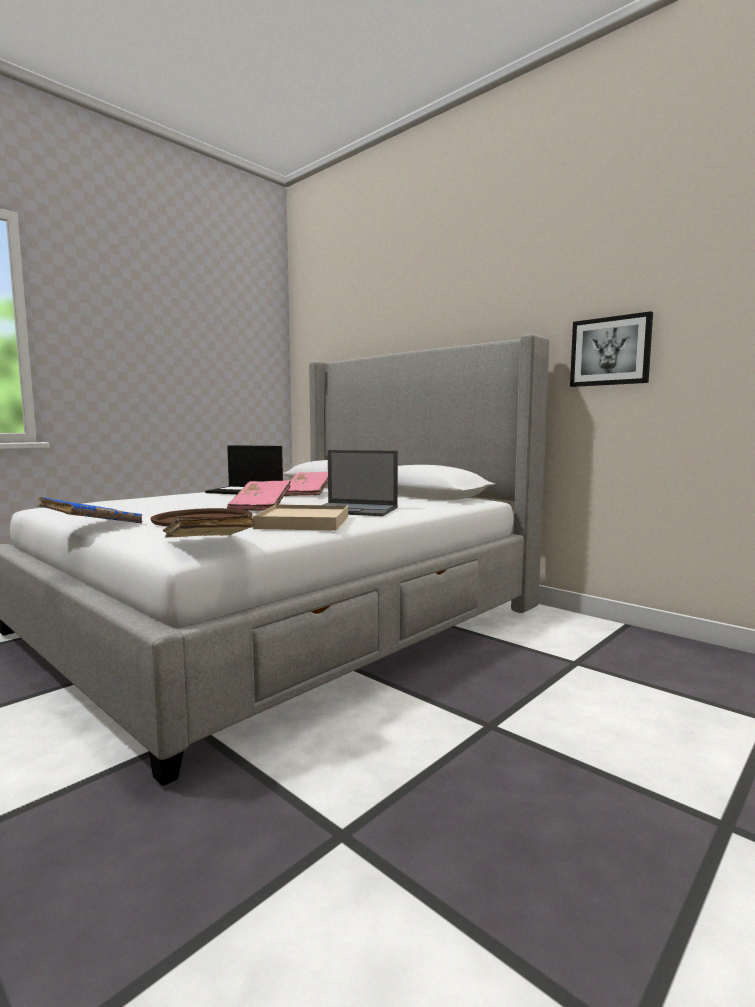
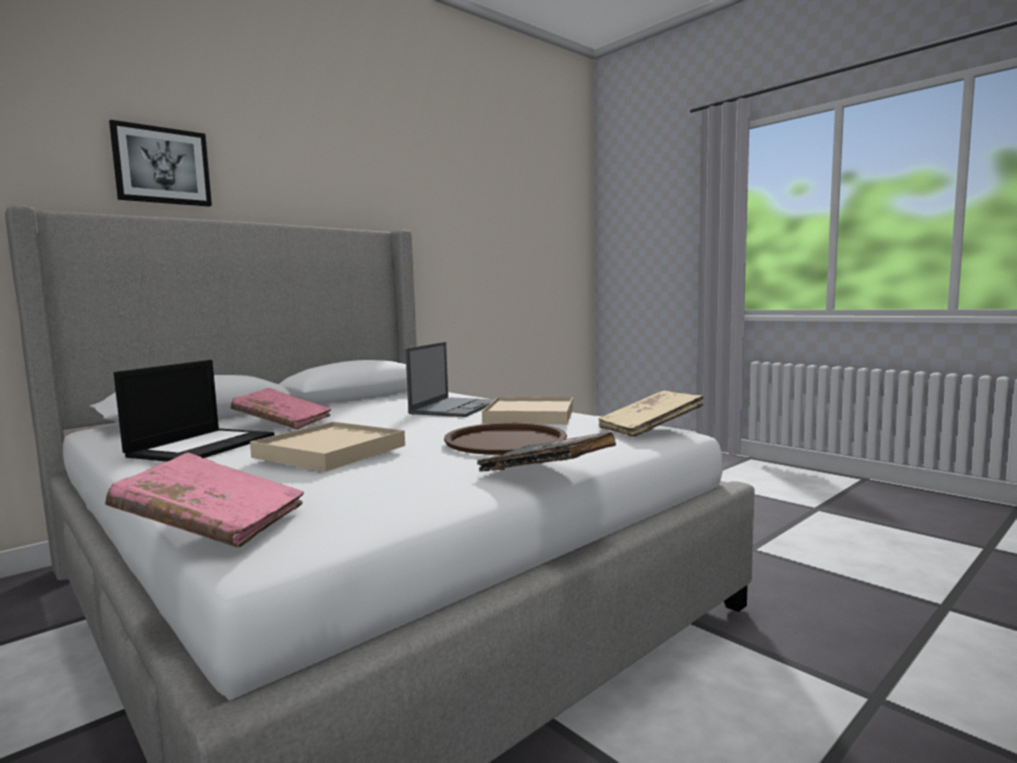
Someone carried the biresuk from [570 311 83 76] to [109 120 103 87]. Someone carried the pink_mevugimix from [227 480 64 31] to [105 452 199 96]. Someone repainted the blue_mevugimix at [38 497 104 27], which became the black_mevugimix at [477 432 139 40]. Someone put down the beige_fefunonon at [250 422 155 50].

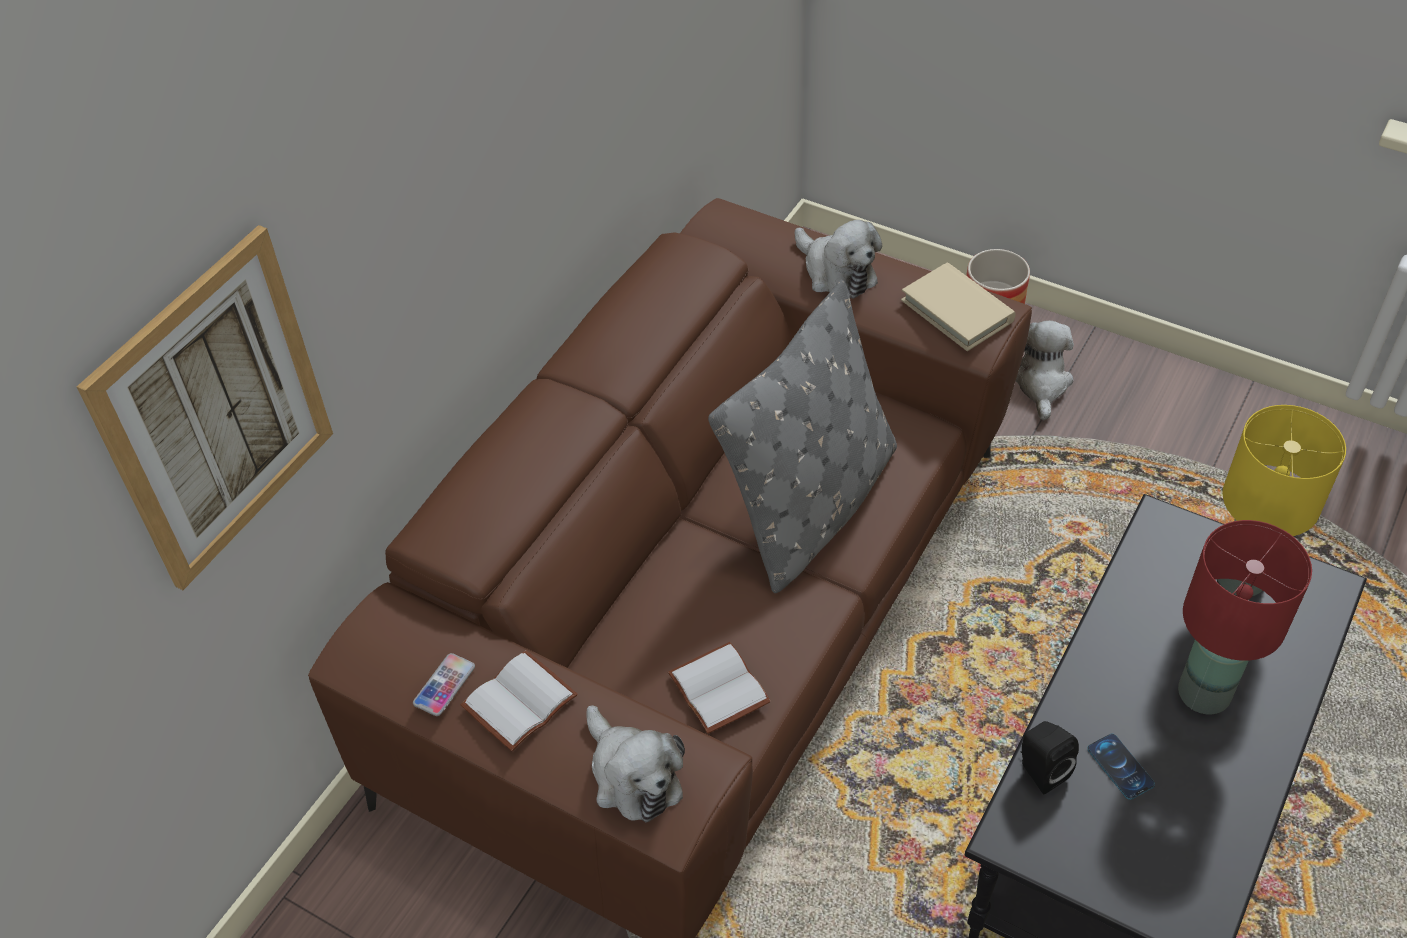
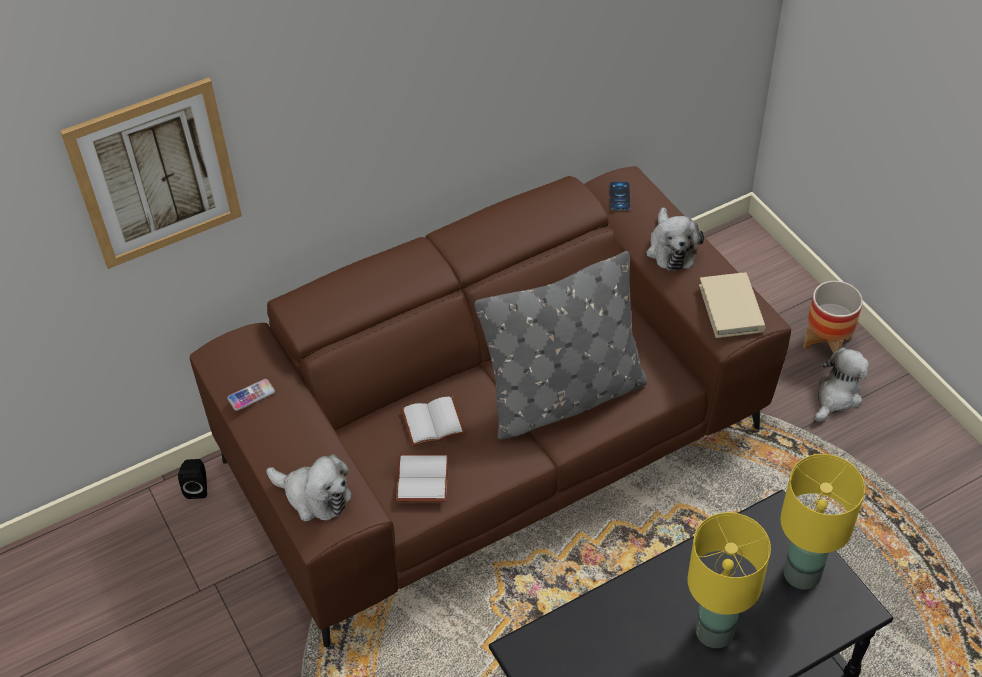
Someone repainted the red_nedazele at [1178 520 134 195], which became the yellow_nedazele at [688 512 83 136]. Someone carried the white_mevugimix from [460 650 118 101] to [401 396 64 51]. Someone rotated the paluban at [587 705 98 117] by 60 degrees counterclockwise. Someone carried the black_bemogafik from [1021 721 58 73] to [178 459 29 40]. Someone carried the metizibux from [1087 734 68 66] to [610 182 21 28].

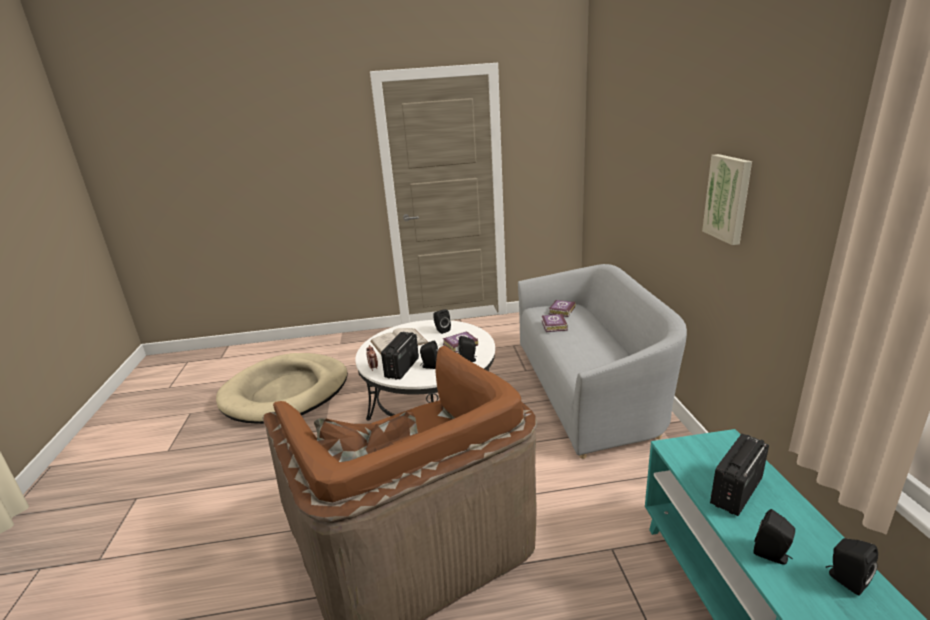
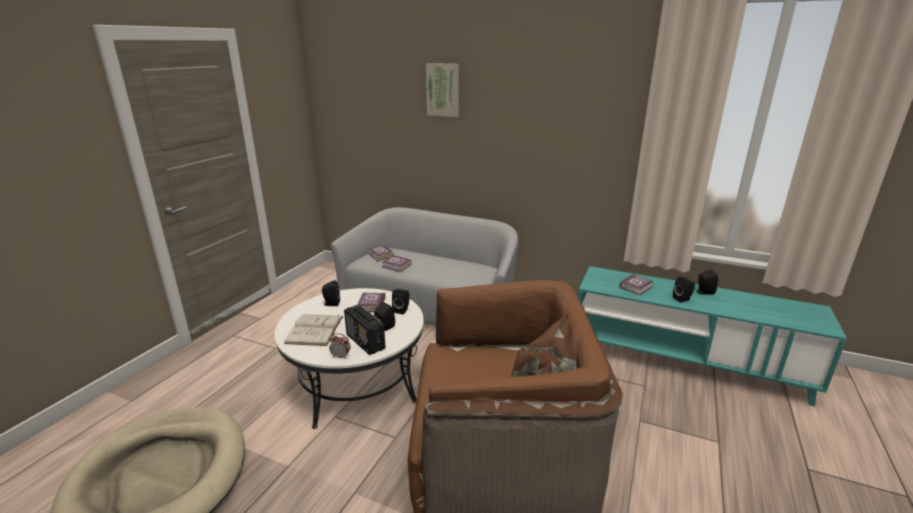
Someone carried the biresuk from [702 154 50 91] to [426 63 33 54]. Someone swapped the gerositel at [710 434 59 82] for the mevugimix at [619 274 34 22].

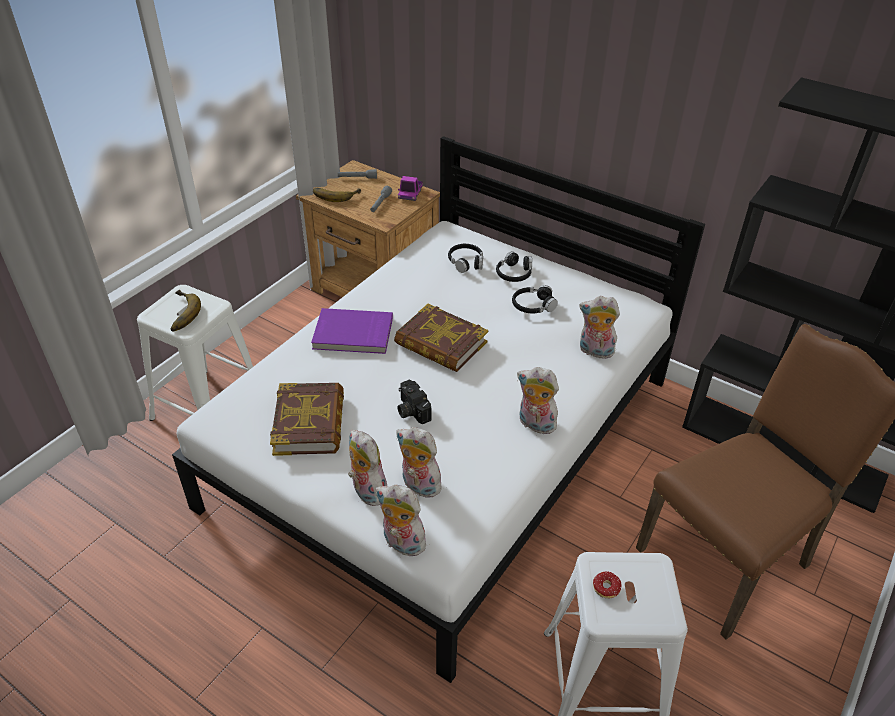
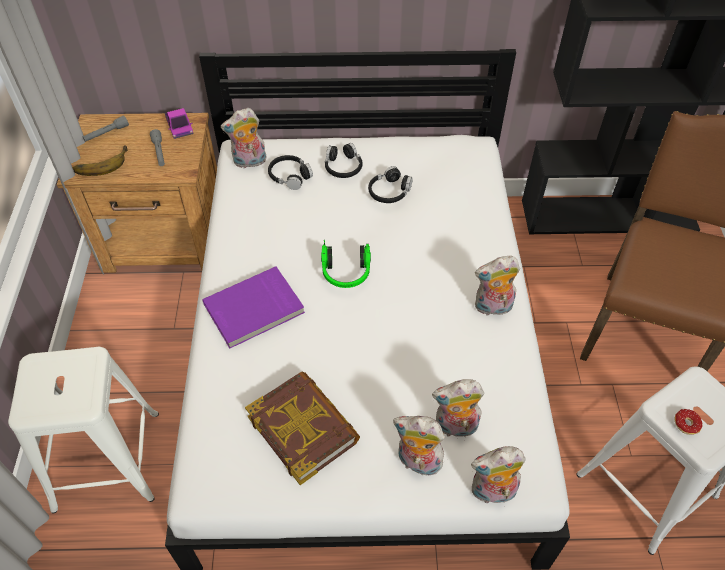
Someone took away the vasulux at [171 290 30 42]. Someone carried the paluban from [579 296 41 63] to [221 108 46 60]. Someone swapped the mevugimix at [394 304 94 68] for the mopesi at [321 240 50 48]. Someone took away the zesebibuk at [397 380 34 44].

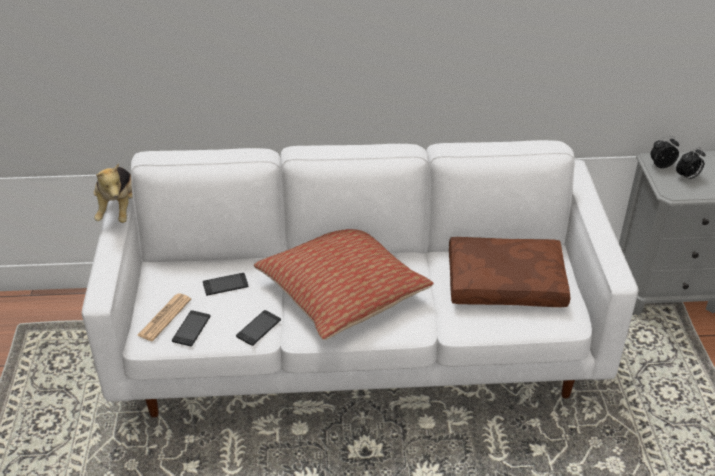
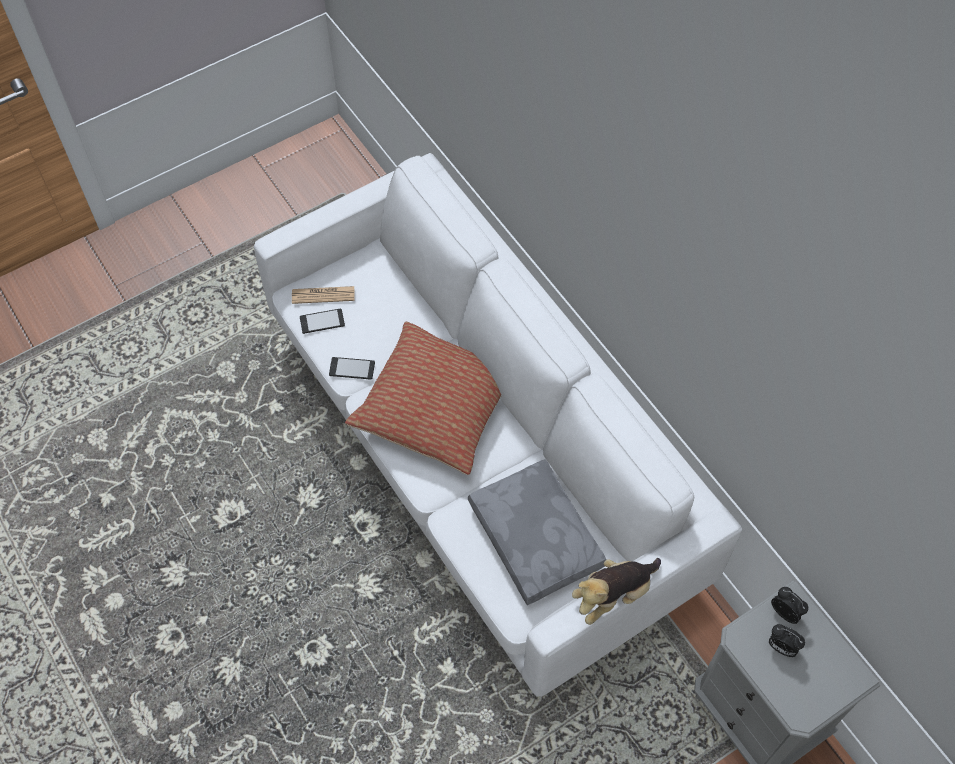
Someone carried the paluban from [93 163 39 60] to [572 558 89 67]. Someone repainted the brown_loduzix at [449 237 122 70], which became the grey_loduzix at [468 459 139 146]. Someone took away the metizibux at [203 273 45 23].

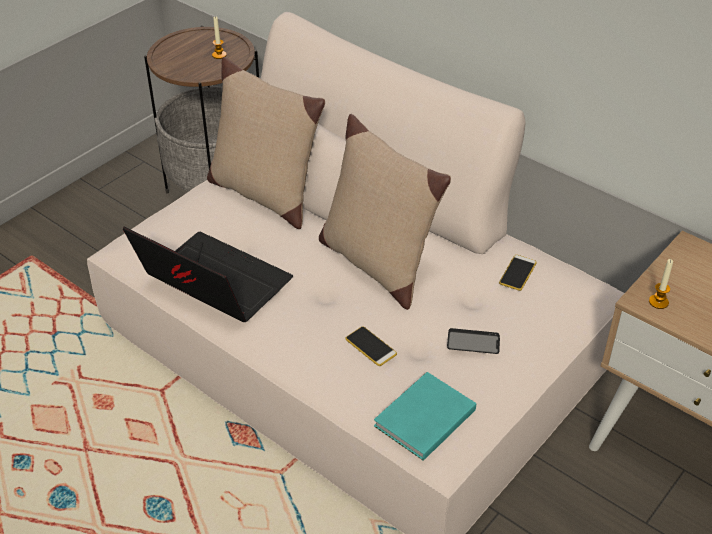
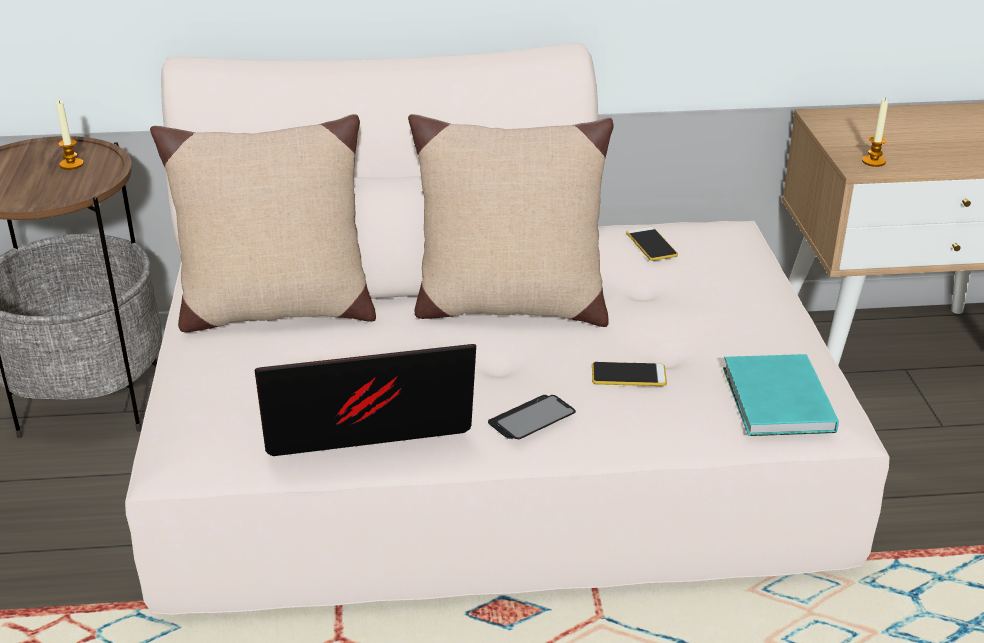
Someone carried the metizibux from [447 328 53 26] to [488 395 88 44].

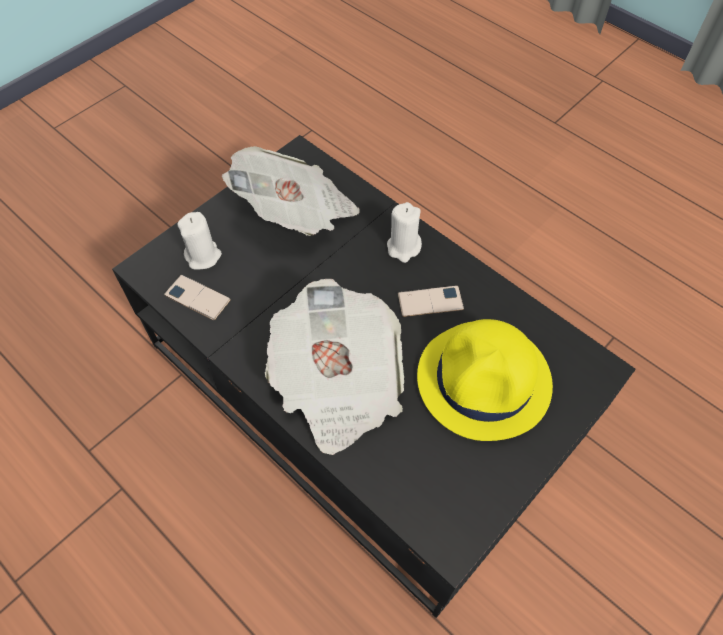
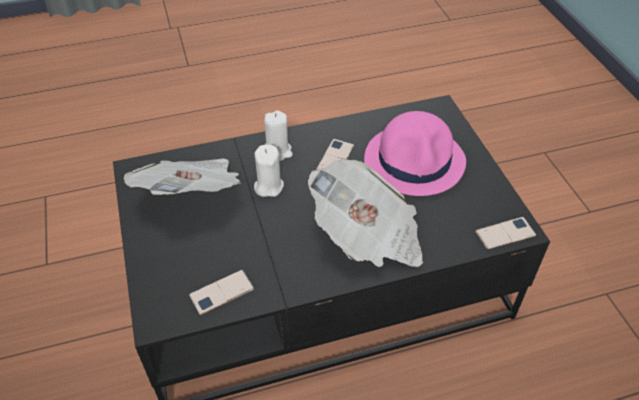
Someone carried the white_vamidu from [177 212 45 58] to [254 145 30 52]. Someone repainted the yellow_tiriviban at [417 319 136 122], which became the pink_tiriviban at [364 111 102 85]. Someone put down the metizibux at [475 217 61 33].

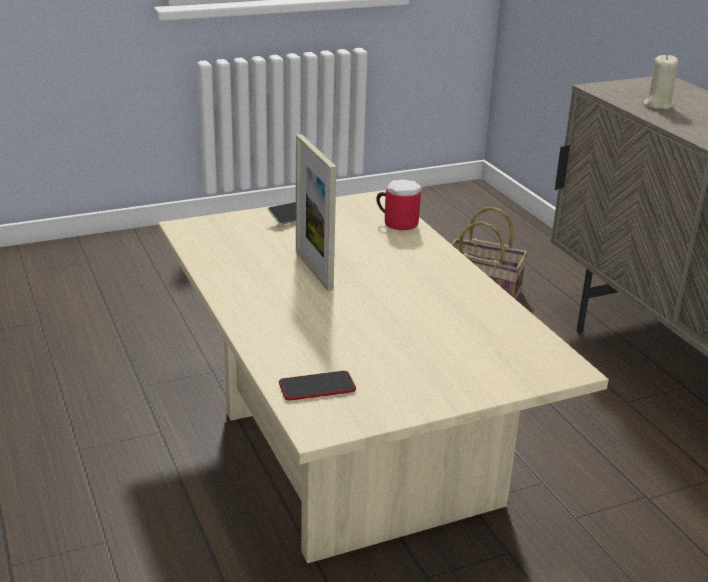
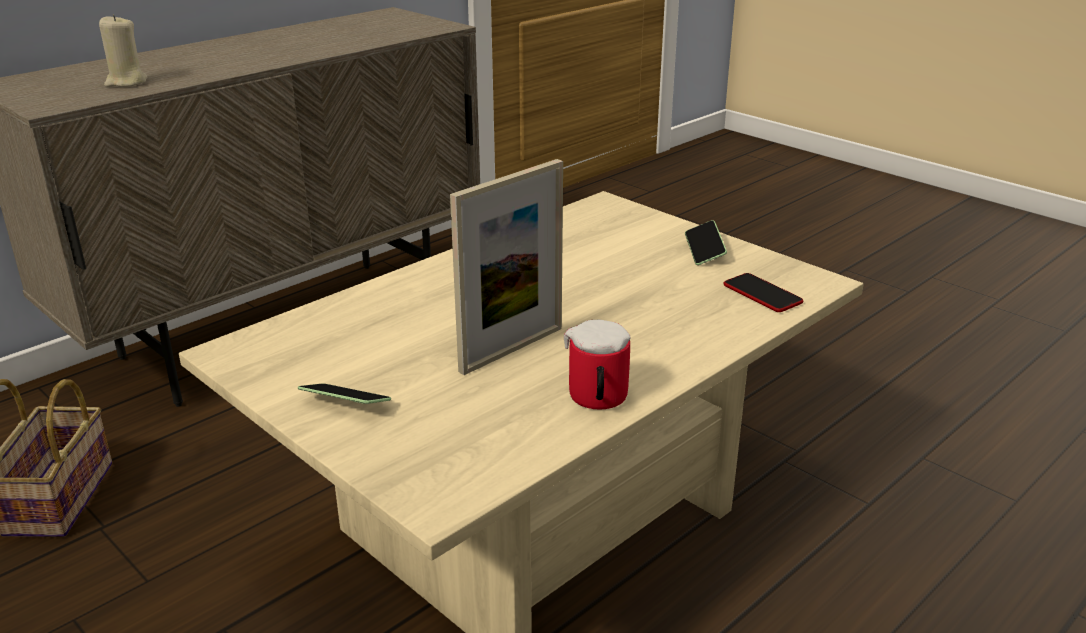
Someone carried the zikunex from [376 179 46 51] to [564 320 66 90]. Someone put down the metizibux at [685 220 42 45].

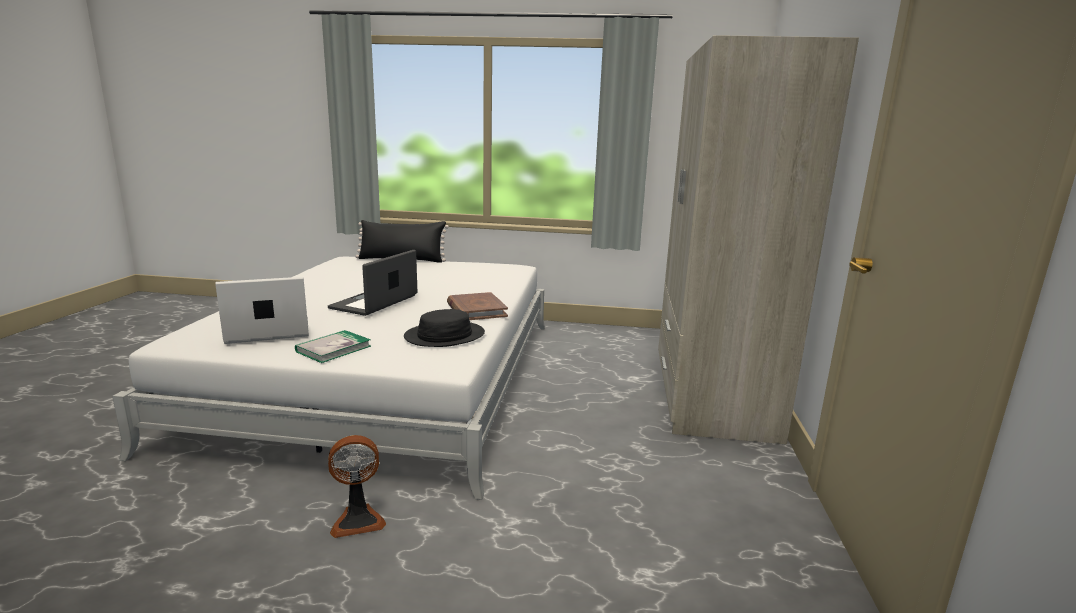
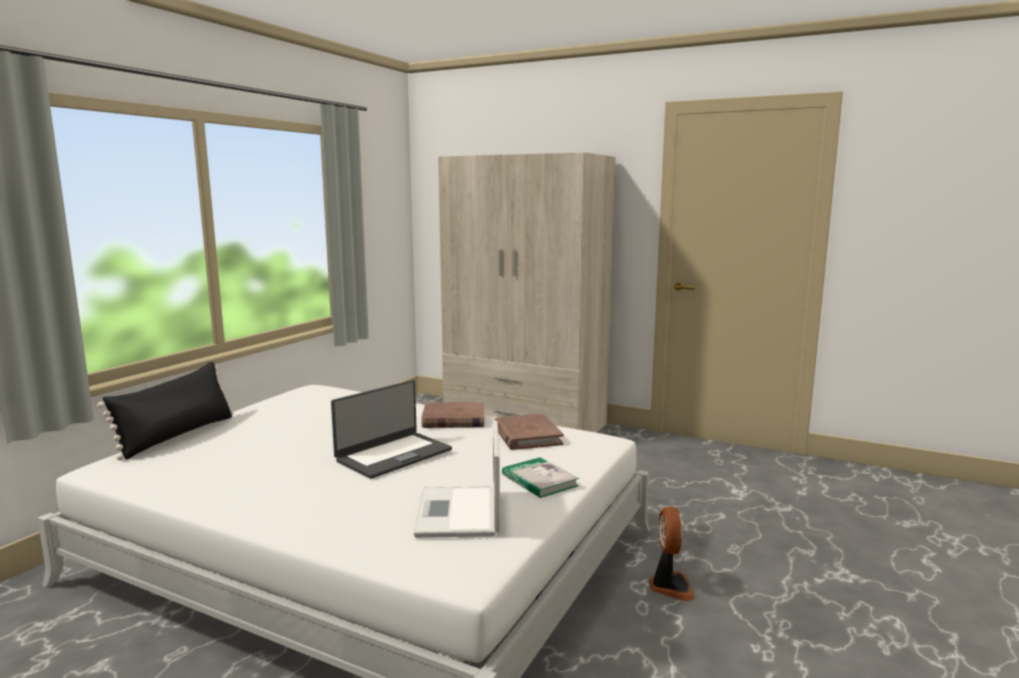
Someone rotated the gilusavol at [328 250 89 66] by 90 degrees counterclockwise. Someone swapped the black_tiriviban at [404 309 81 38] for the brown_mevugimix at [494 413 70 37].

